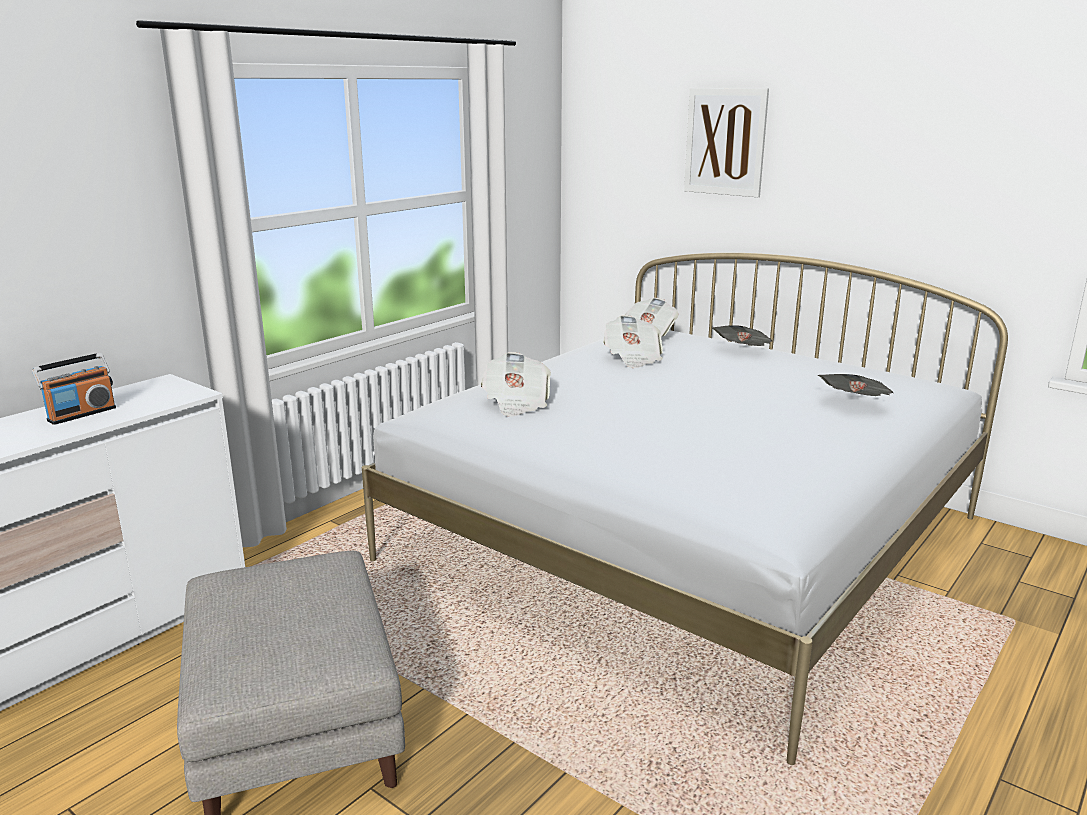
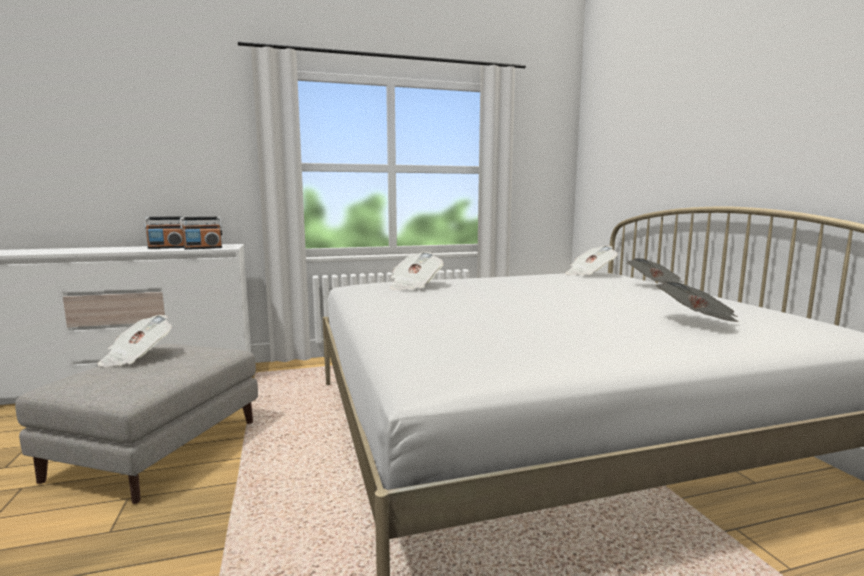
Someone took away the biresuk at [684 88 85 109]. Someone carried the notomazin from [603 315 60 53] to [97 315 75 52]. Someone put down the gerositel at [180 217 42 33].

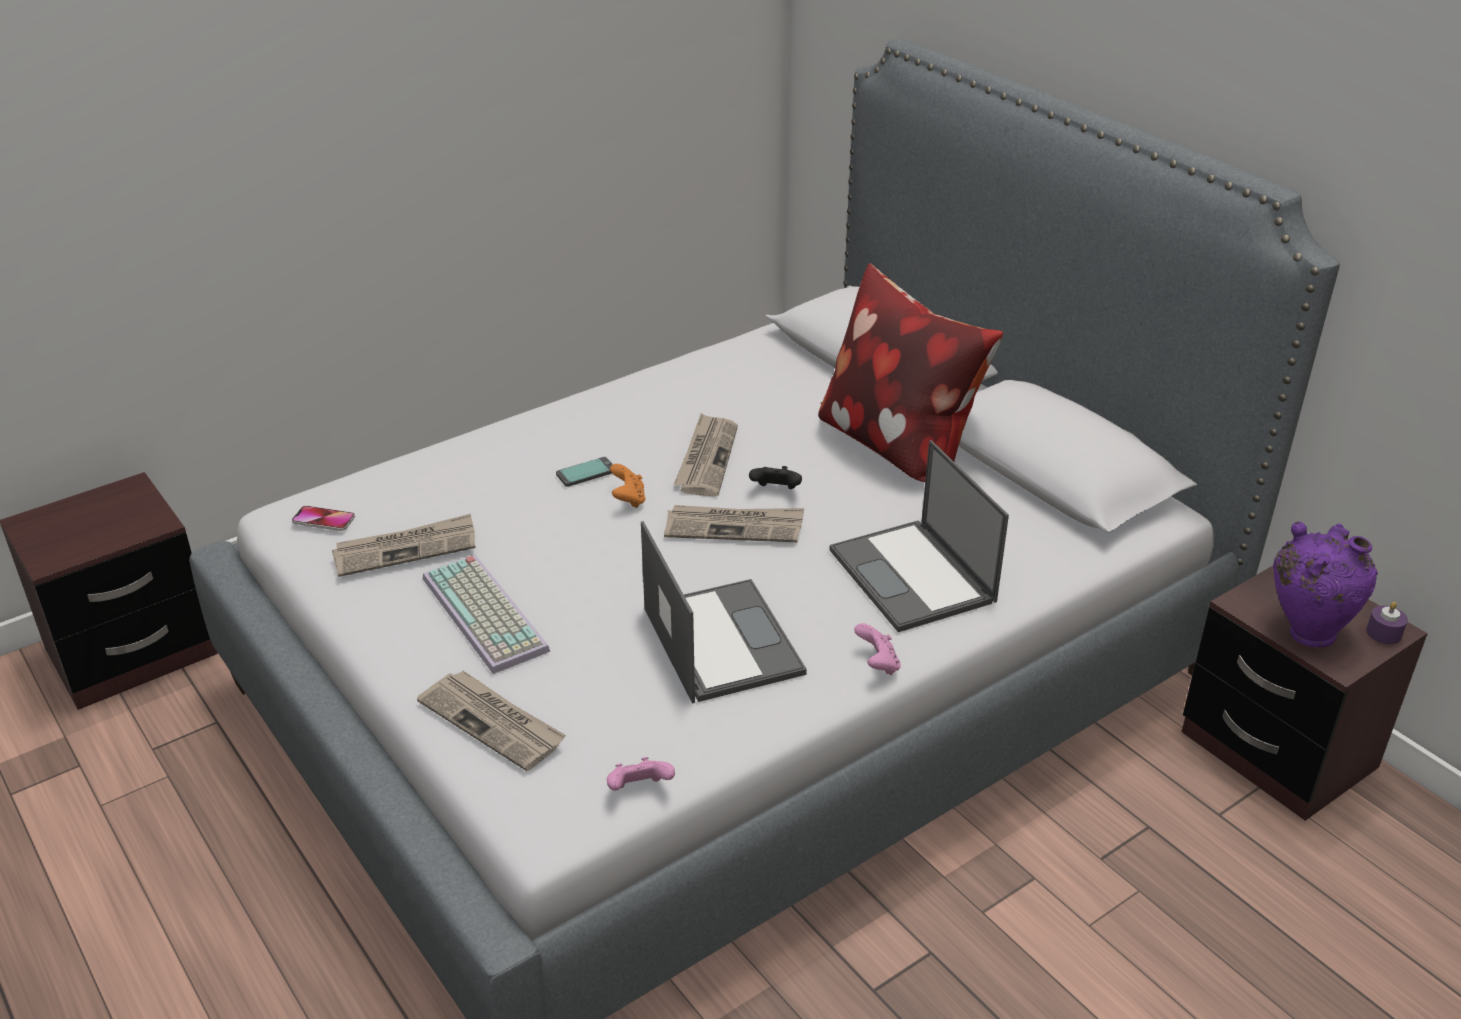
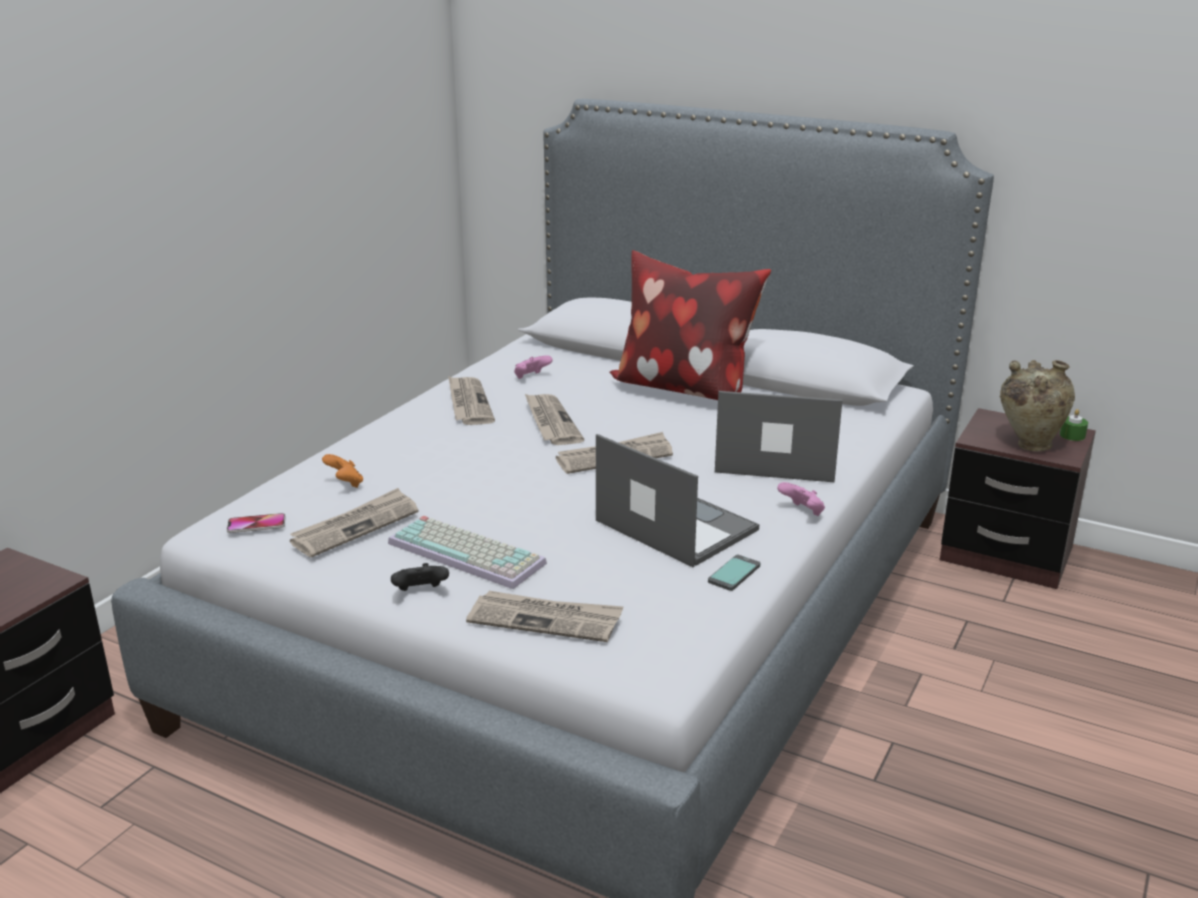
Someone rotated the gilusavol at [829 440 180 192] by 150 degrees clockwise. Someone carried the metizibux from [556 457 57 30] to [708 555 52 36]. Someone carried the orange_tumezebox from [610 464 35 44] to [322 454 41 34]. Someone carried the black_tumezebox from [749 466 53 23] to [391 563 58 28]. Someone repainted the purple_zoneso at [1273 521 105 126], which became the beige_zoneso at [1000 360 75 91]. Someone repainted the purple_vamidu at [1366 602 42 42], which became the green_vamidu at [1060 409 28 32]. Someone carried the pink_tumezebox from [607 757 68 34] to [514 355 38 24]. Someone put down the notomazin at [448 376 47 49].

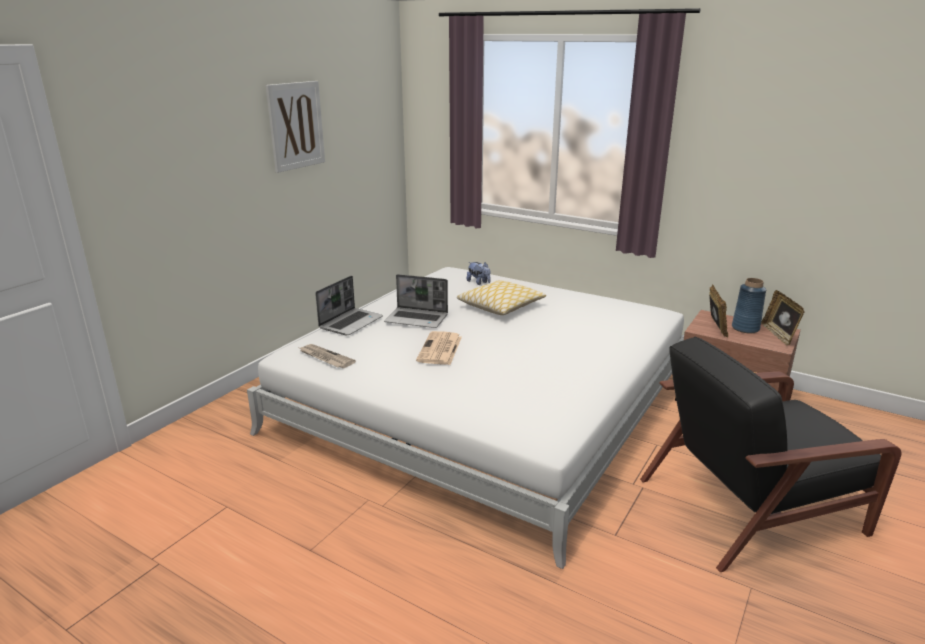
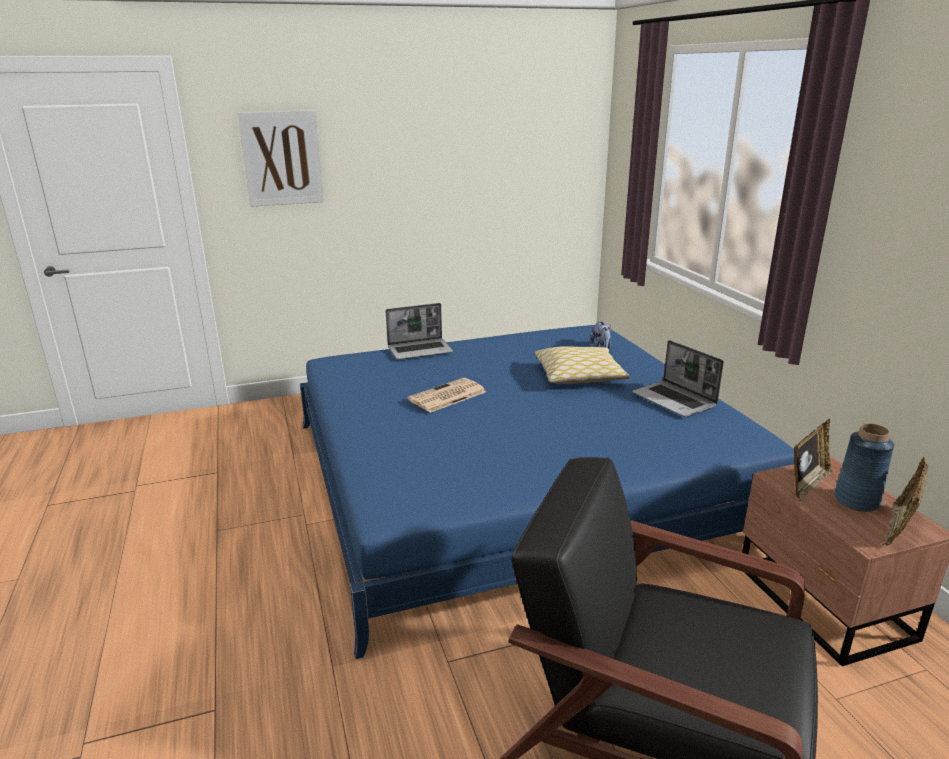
Someone carried the biresuk from [266 81 59 92] to [238 110 86 97]. Someone repainted the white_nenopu at [247 267 437 302], which became the blue_nenopu at [300 325 495 334]. Someone carried the gilusavol from [384 274 64 54] to [632 340 92 77]. Someone took away the notomazin at [300 344 56 24].

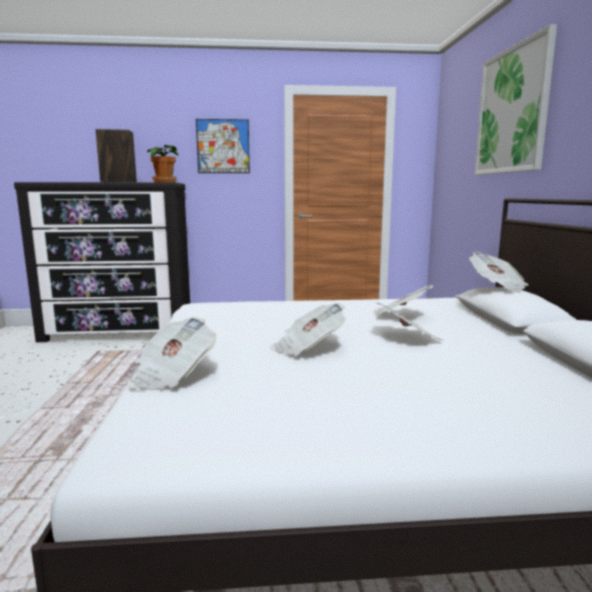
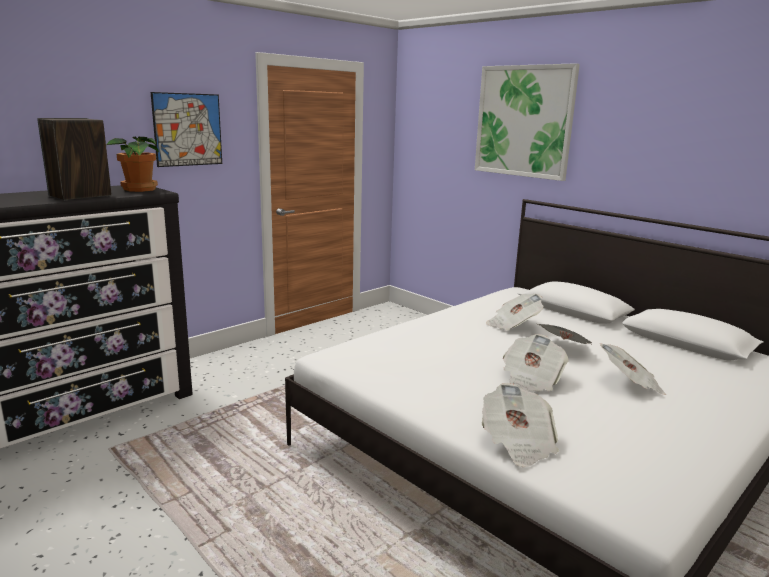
Someone carried the notomazin from [469 252 60 41] to [600 343 67 52].

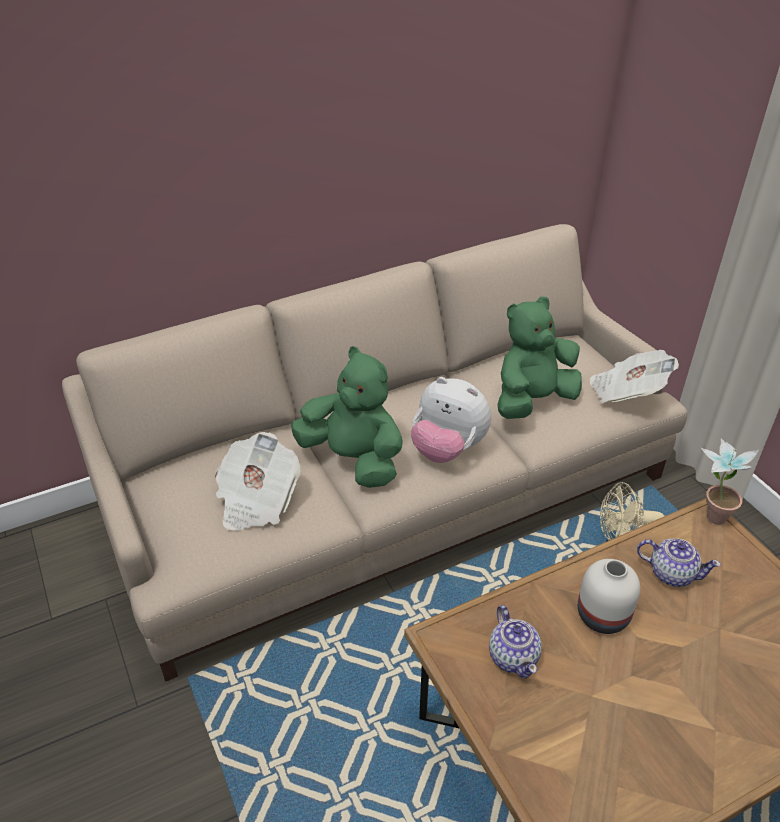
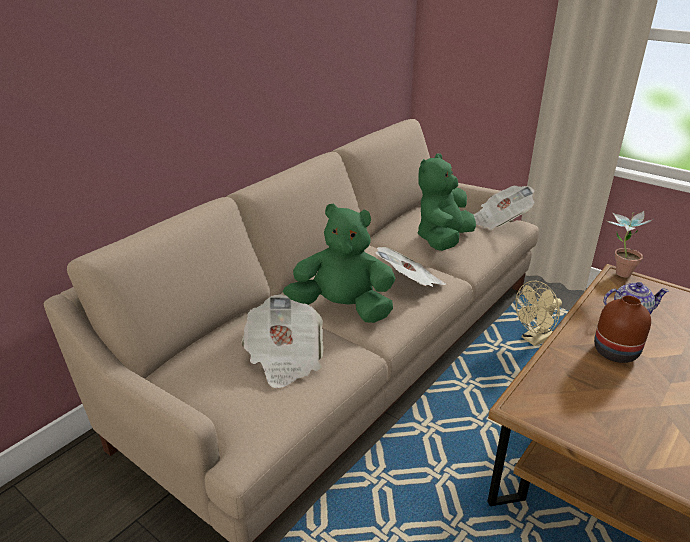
Someone swapped the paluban at [411 377 80 86] for the notomazin at [374 247 72 40]. Someone repainted the white_zoneso at [578 559 62 75], which became the brown_zoneso at [594 295 57 68]. Someone took away the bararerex at [489 605 53 73].

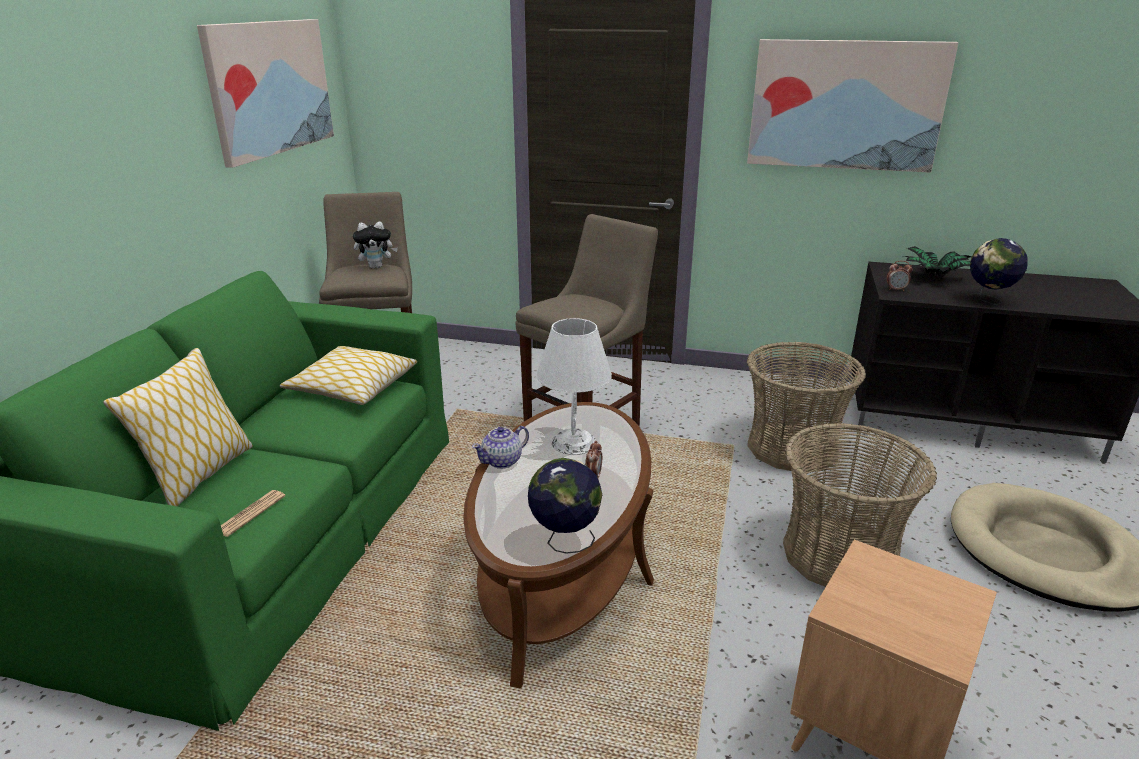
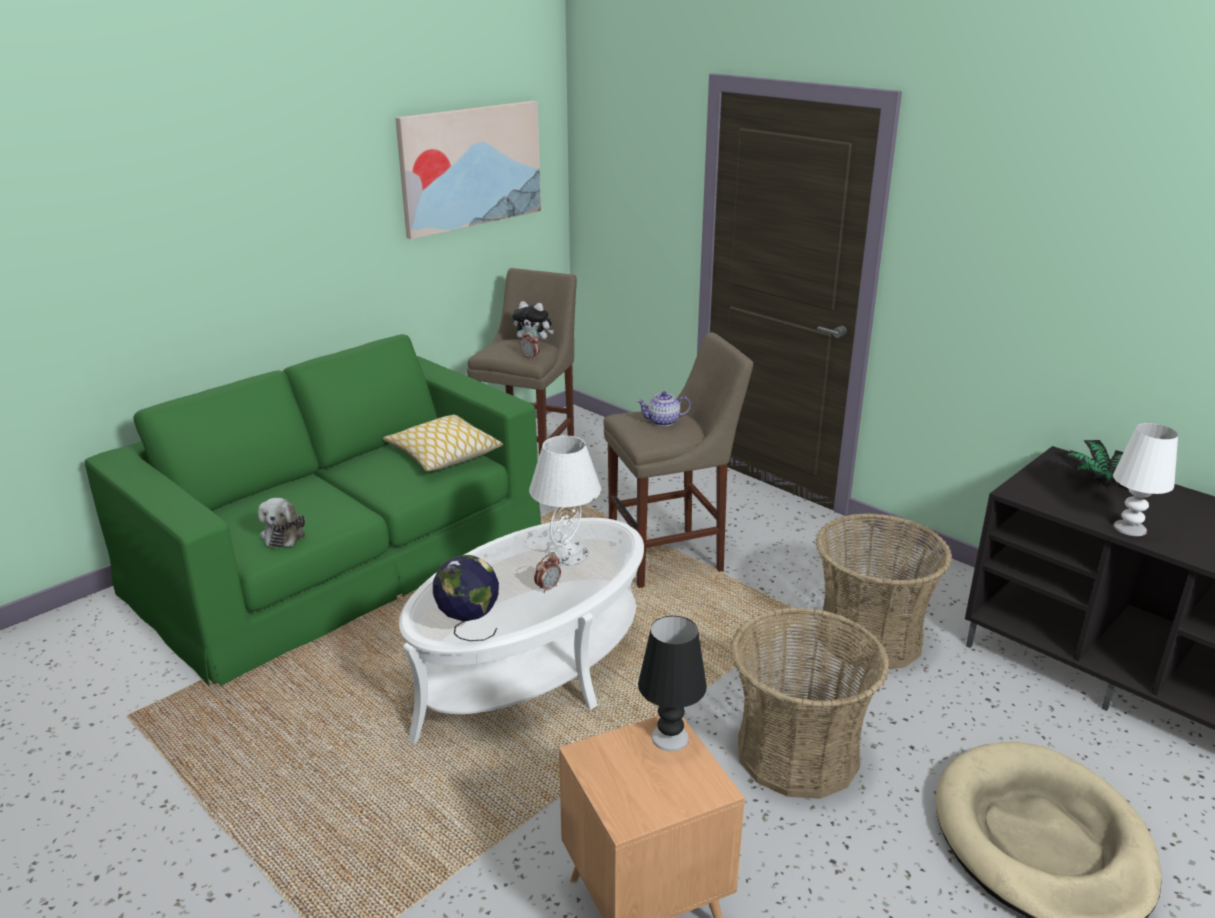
Someone took away the biresuk at [747 39 212 134]. Someone swapped the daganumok at [970 238 58 67] for the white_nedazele at [1113 423 65 113]. Someone carried the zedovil from [886 261 27 30] to [521 331 19 28]. Someone took away the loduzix at [103 348 150 159]. Someone repainted the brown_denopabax at [463 402 191 287], which became the white_denopabax at [399 518 245 225]. Someone carried the bararerex from [472 426 57 43] to [637 391 54 35]. Someone swapped the notomazin at [221 490 64 47] for the paluban at [258 498 47 50]. Someone put down the black_nedazele at [638 616 69 135].

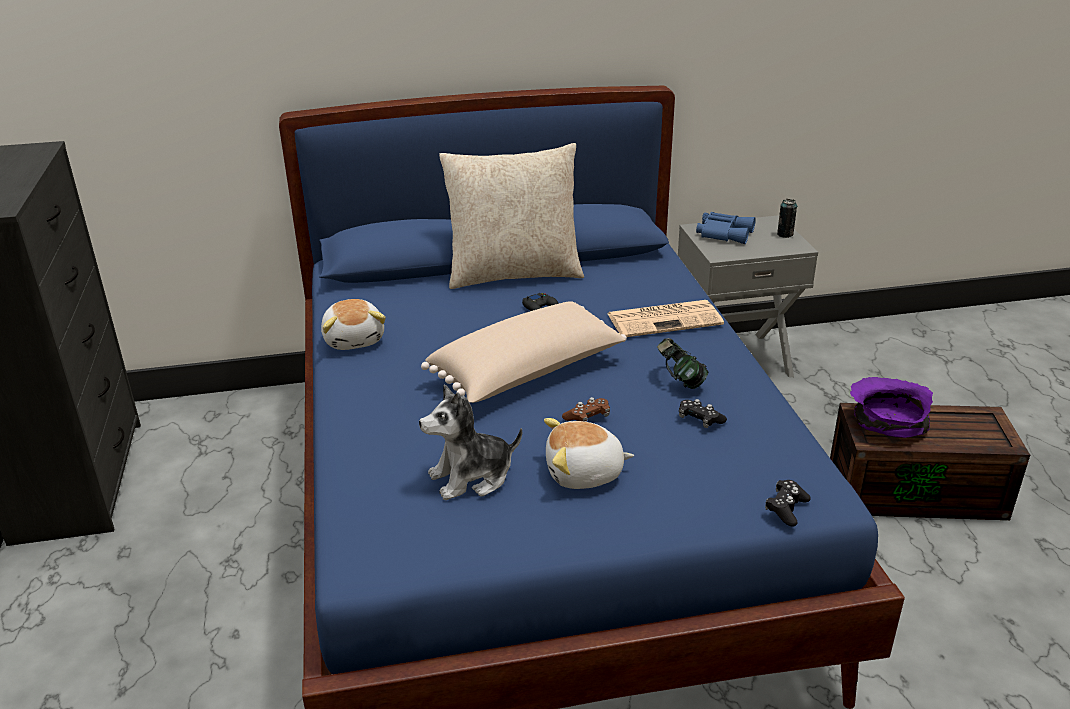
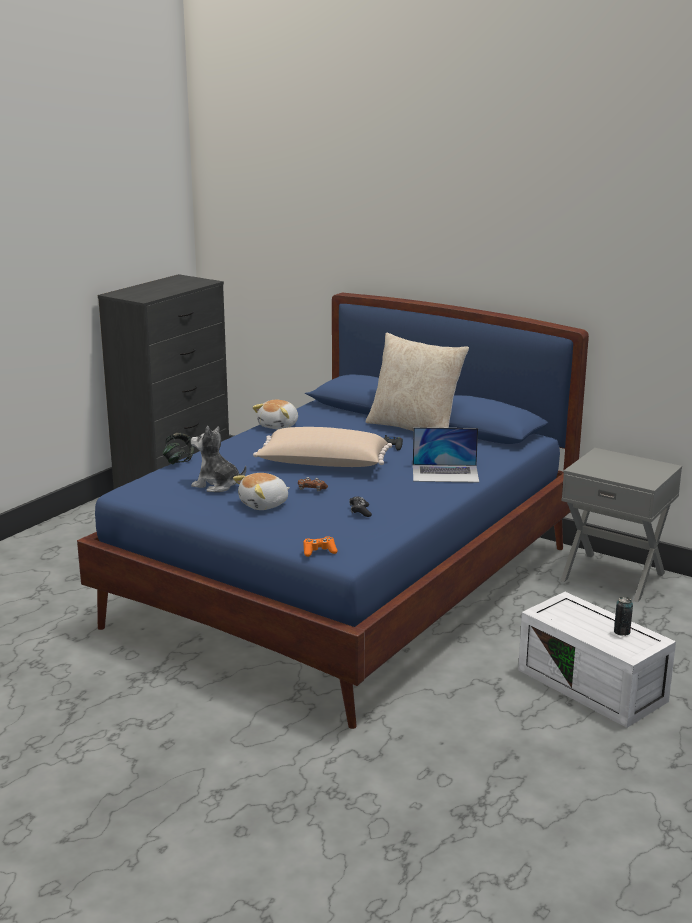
Someone carried the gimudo from [777 199 20 39] to [614 597 19 39]. Someone took away the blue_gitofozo at [696 212 60 32]. Someone swapped the notomazin at [607 300 117 37] for the gilusavol at [413 427 66 56]. Someone carried the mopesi from [657 338 52 51] to [162 433 32 31]. Someone took away the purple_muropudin at [850 377 83 61]. Someone repainted the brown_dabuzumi at [830 403 200 117], which became the white_dabuzumi at [518 592 158 136]. Someone rotated the paluban at [544 418 90 71] by 75 degrees counterclockwise. Someone repainted the black_tumezebox at [765 480 46 47], which became the orange_tumezebox at [304 536 34 21].

